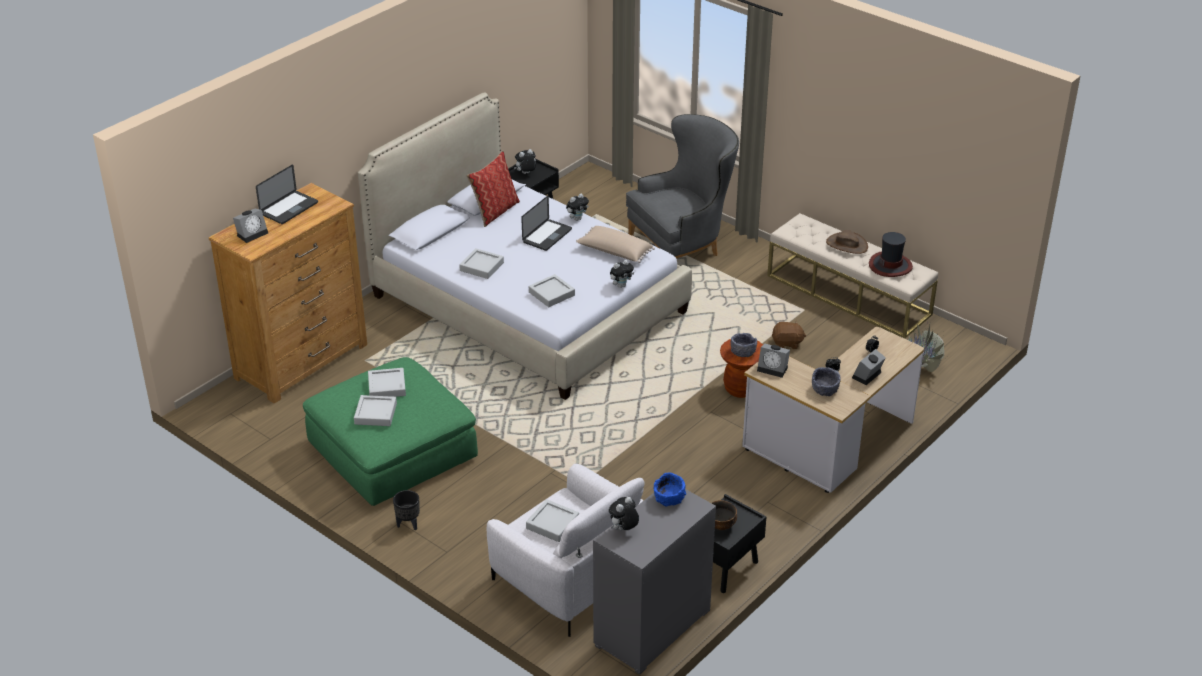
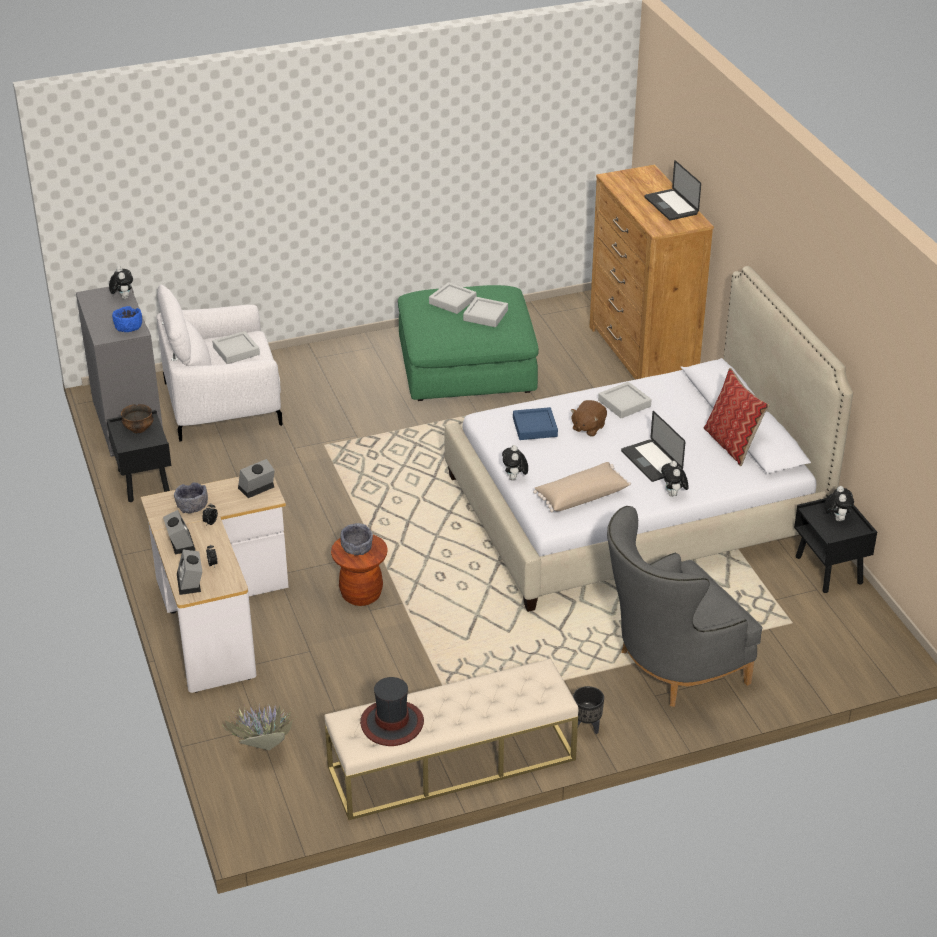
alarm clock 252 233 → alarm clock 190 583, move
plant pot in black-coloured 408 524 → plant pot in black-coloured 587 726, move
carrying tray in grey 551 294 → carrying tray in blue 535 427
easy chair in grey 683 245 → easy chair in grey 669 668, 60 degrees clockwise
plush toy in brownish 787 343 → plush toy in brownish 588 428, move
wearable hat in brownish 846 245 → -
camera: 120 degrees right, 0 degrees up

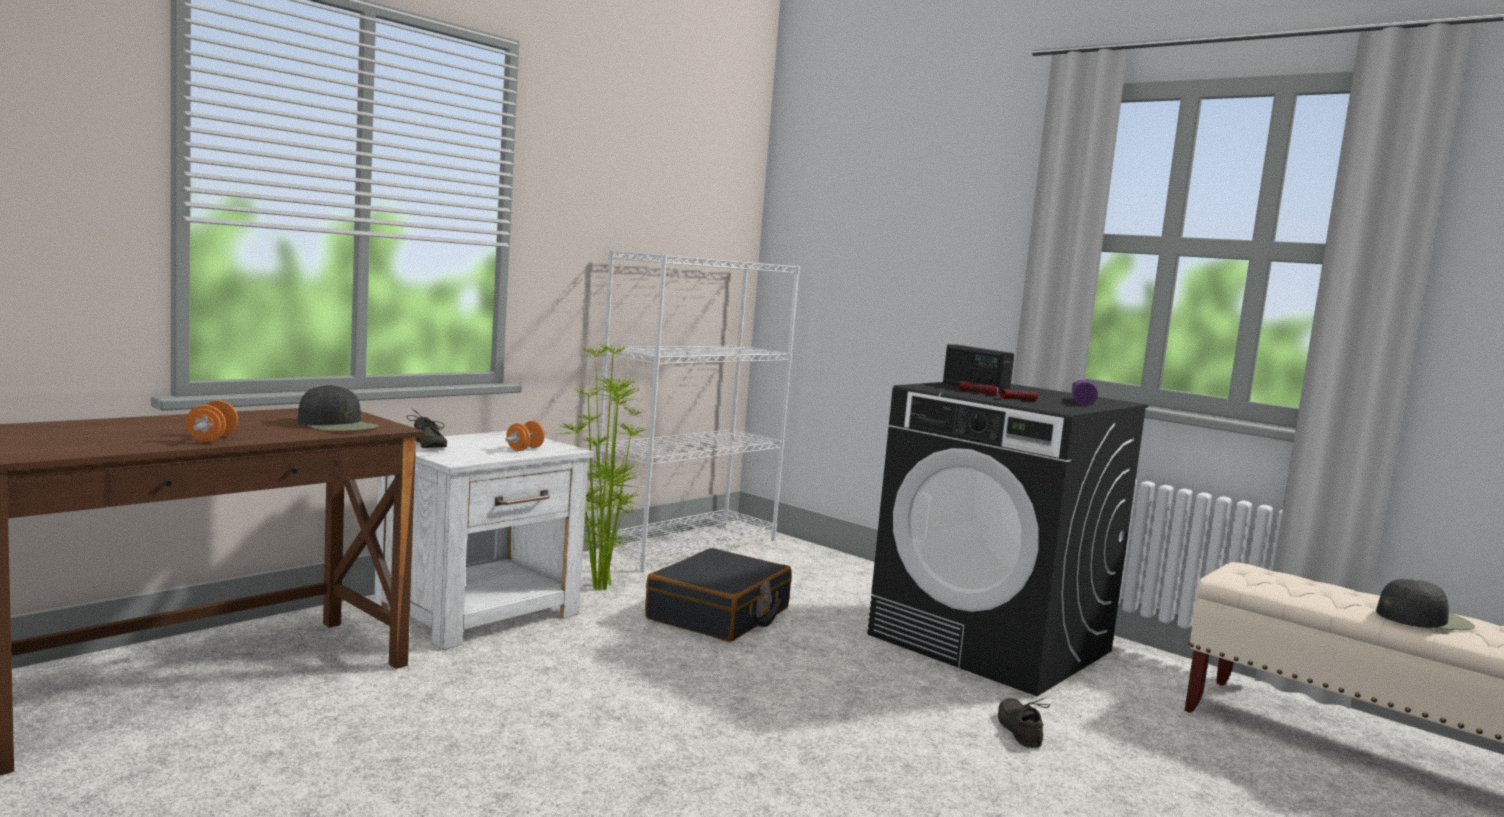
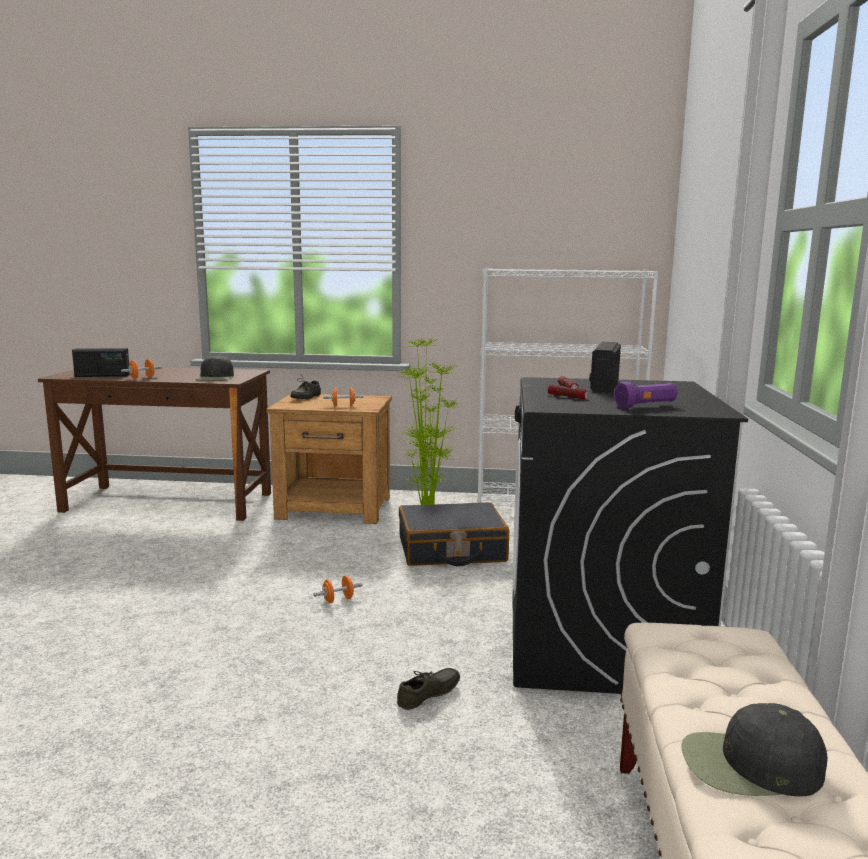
bedside table in white-coloured 481 613 → bedside table in brownish 335 508
baseball cap in black-coloured 1423 618 → baseball cap in black-coloured 750 765, 135 degrees clockwise
- → radio set 102 376
- → dumbbell in orange 338 600
camera: 55 degrees right, 5 degrees up

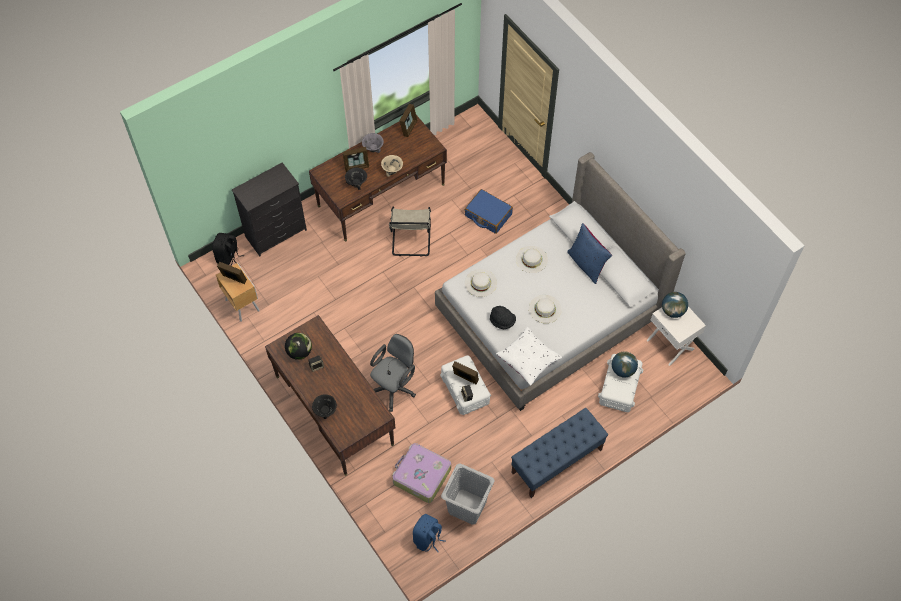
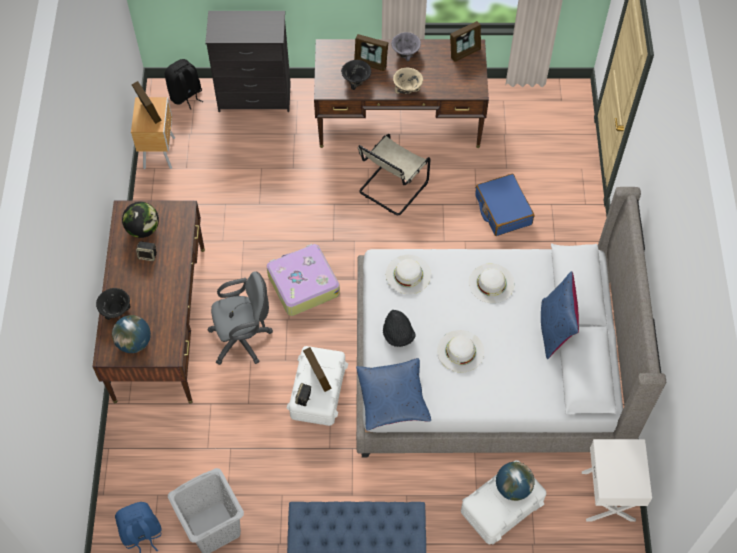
suitcase 421 476 → suitcase 302 284, move
throw pillow in white-coloured 528 359 → throw pillow in blue 392 398
globe 672 311 → globe 134 342, move
camera: 35 degrees right, 0 degrees up

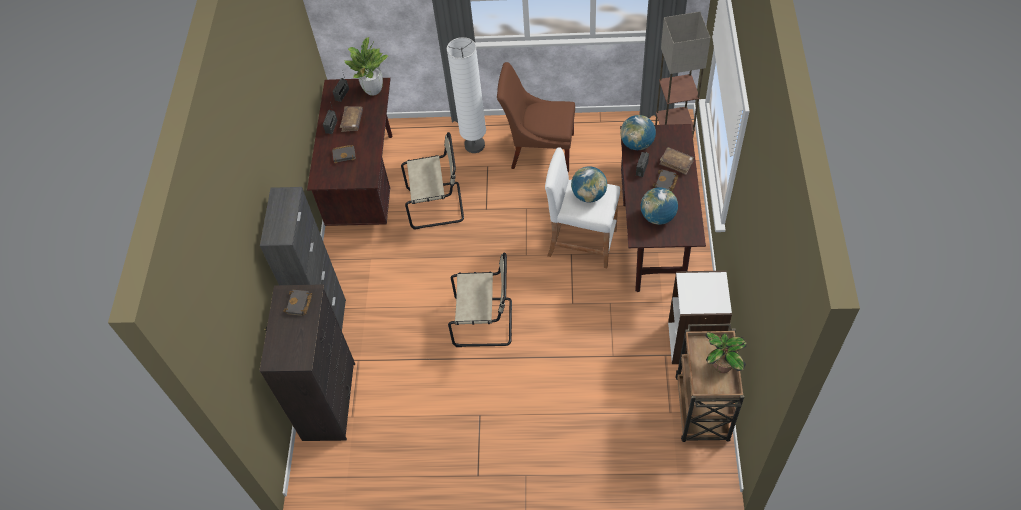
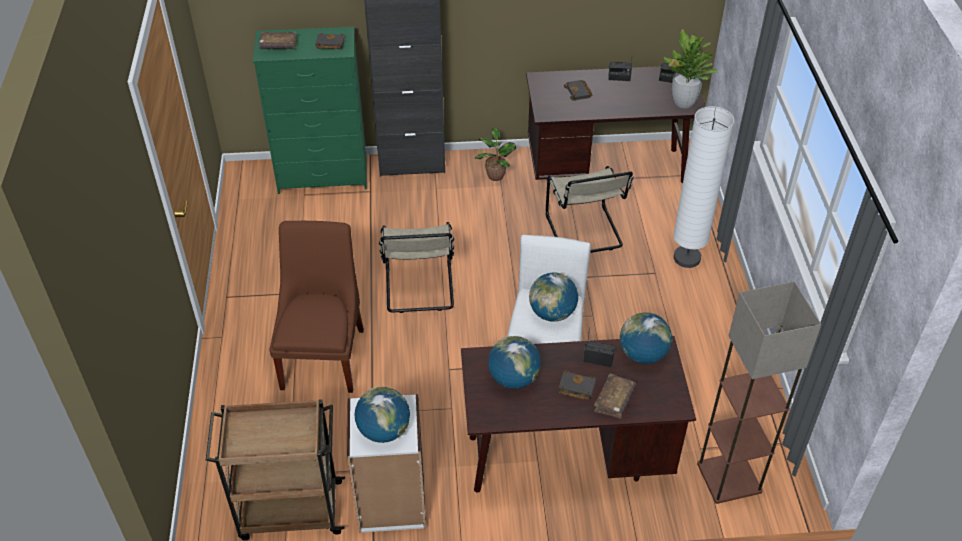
drawer chest in black-coloured 330 400 → drawer chest in green 323 177
bound book in brownish 352 121 → bound book in brownish 278 45, move
plain chair in brownish 539 150 → plain chair in brownish 324 354, move
potted plant 720 366 → potted plant 495 175, move
- → globe 384 431
camera: 80 degrees right, 10 degrees down

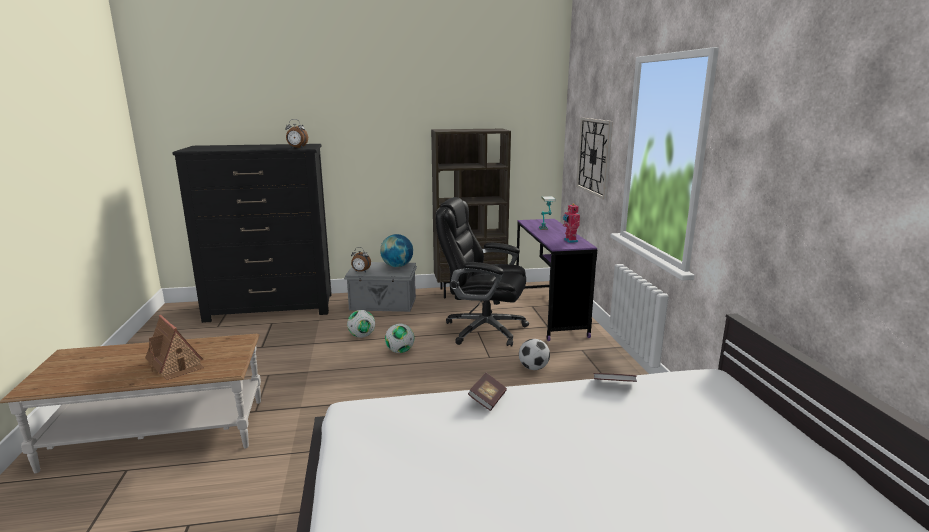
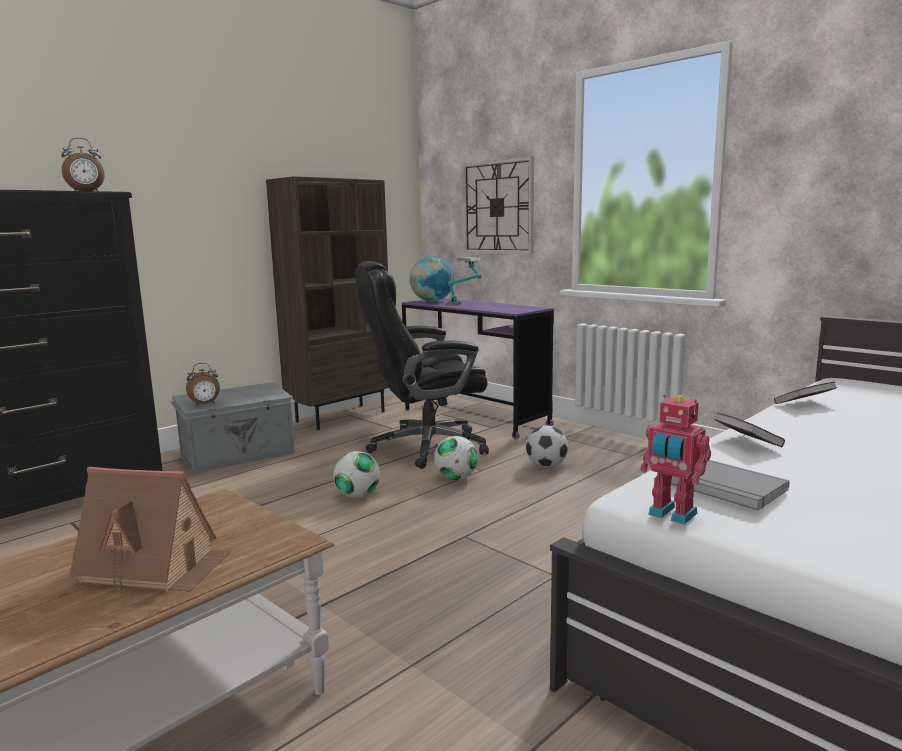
football 362 336 → football 456 478, move
globe 397 266 → globe 432 301, move
robot figure 570 241 → robot figure 671 515, move
- → bound book in grey 723 487
camera: 35 degrees left, 5 degrees down

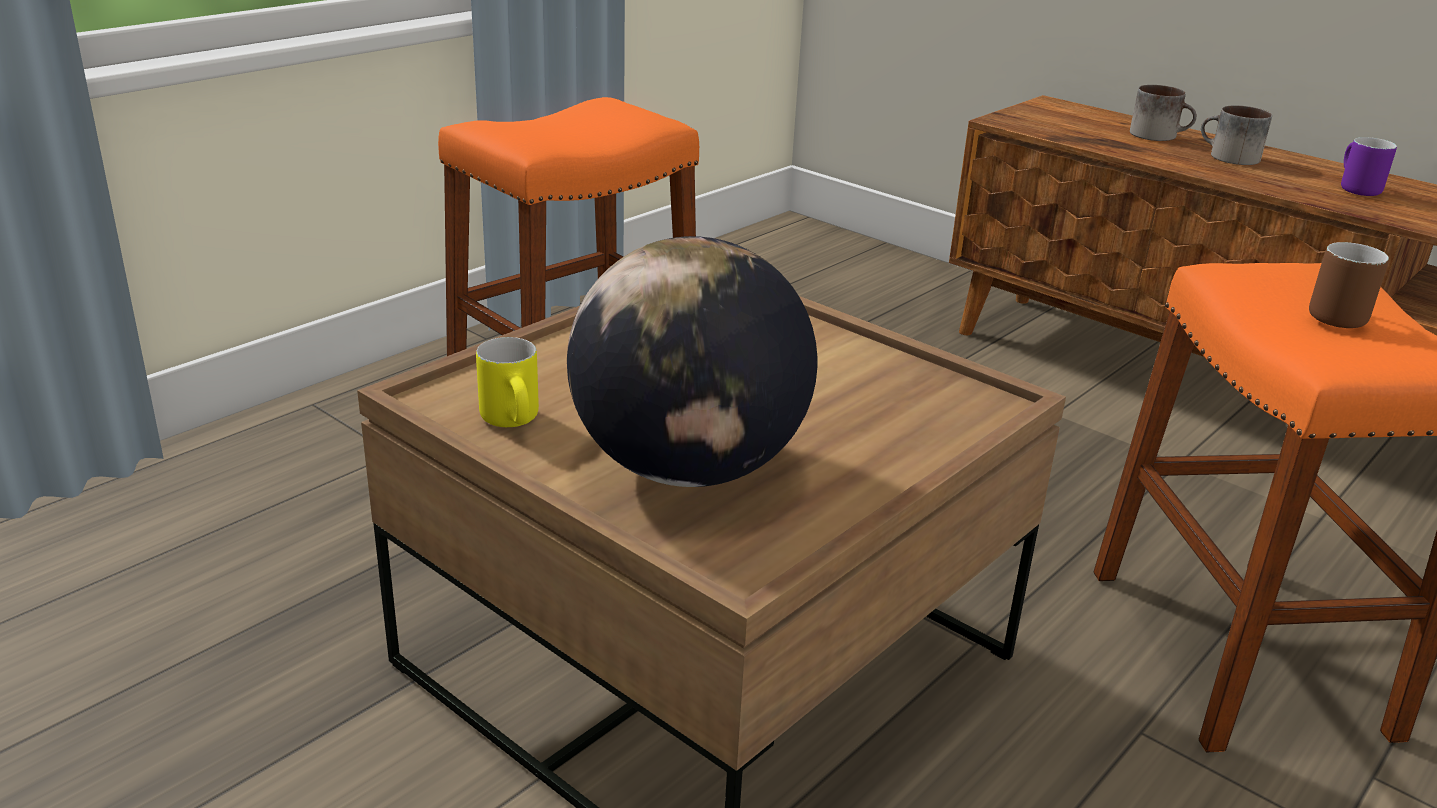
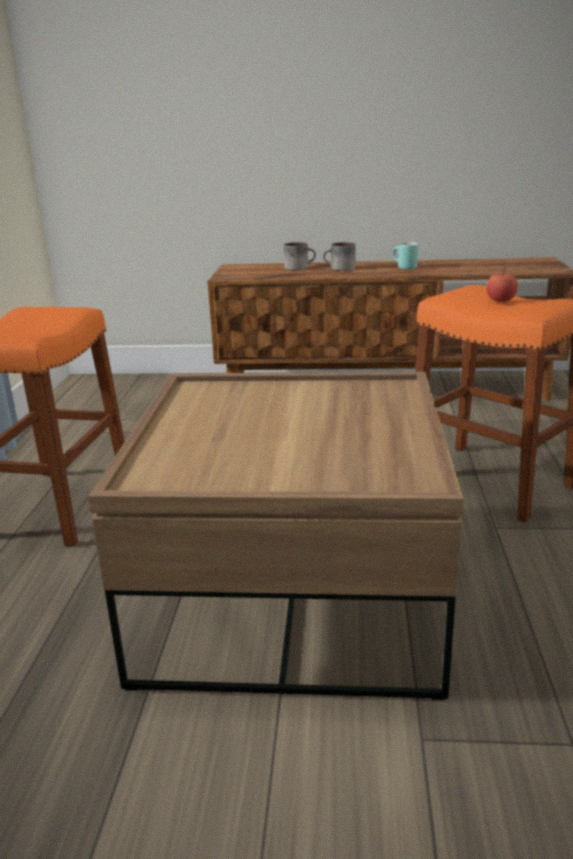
mug in yellow 517 422 → -
globe 687 468 → -
mug in brownish 1332 313 → whole apple 500 300
mug in purple-coloured 1352 188 → mug in turquoise-coloured 403 268
camera: 35 degrees left, 5 degrees down

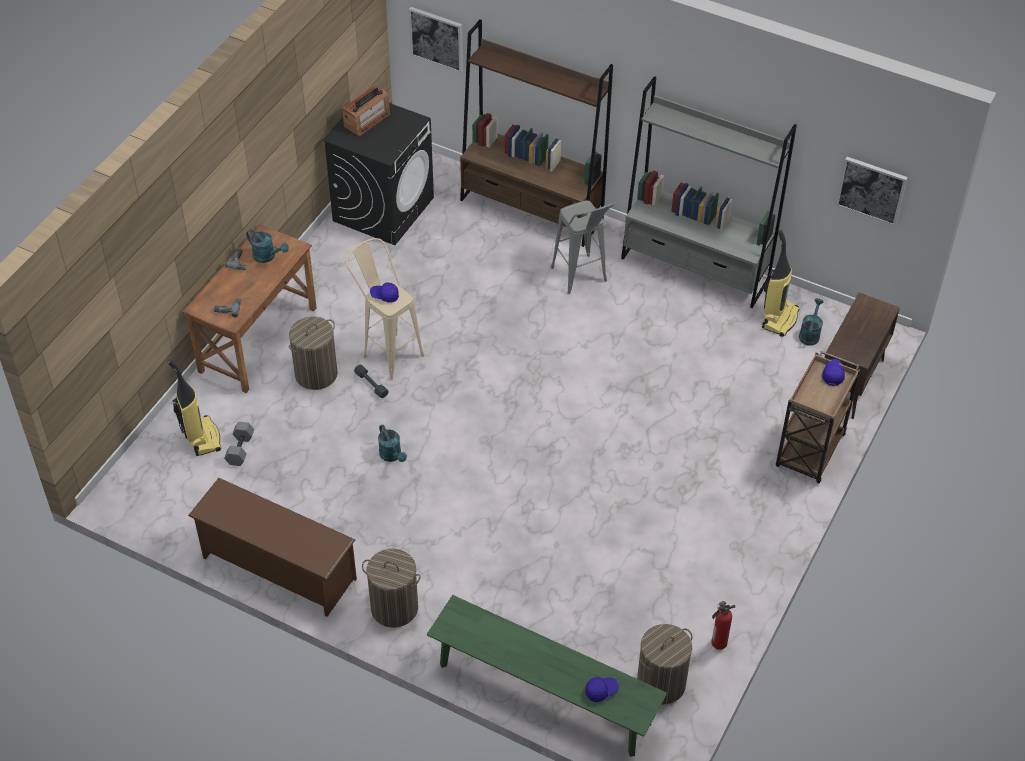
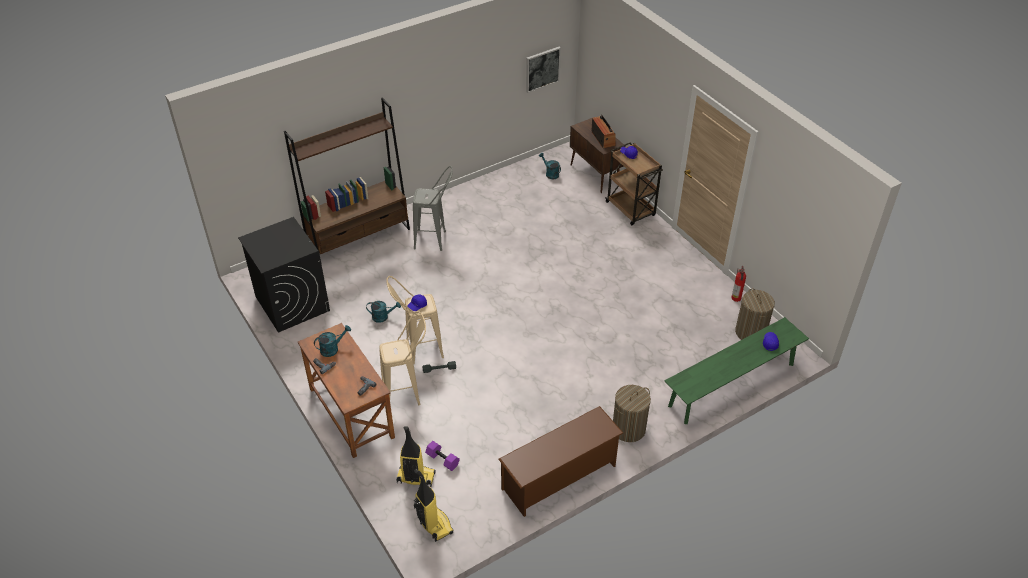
dumbbell in grey 239 449 → dumbbell in purple-coloured 442 460
washing basket 316 374 → stool in sand-coloured 408 394
radio set 367 120 → radio set 603 138, move
watering can in turquoise-coloured 392 456 → watering can in turquoise-coloured 383 317, move
picture 437 38 → -
shelving unit in grey 695 269 → -
hoover 779 318 → hoover 434 524, move
camera: 60 degrees left, 5 degrees down

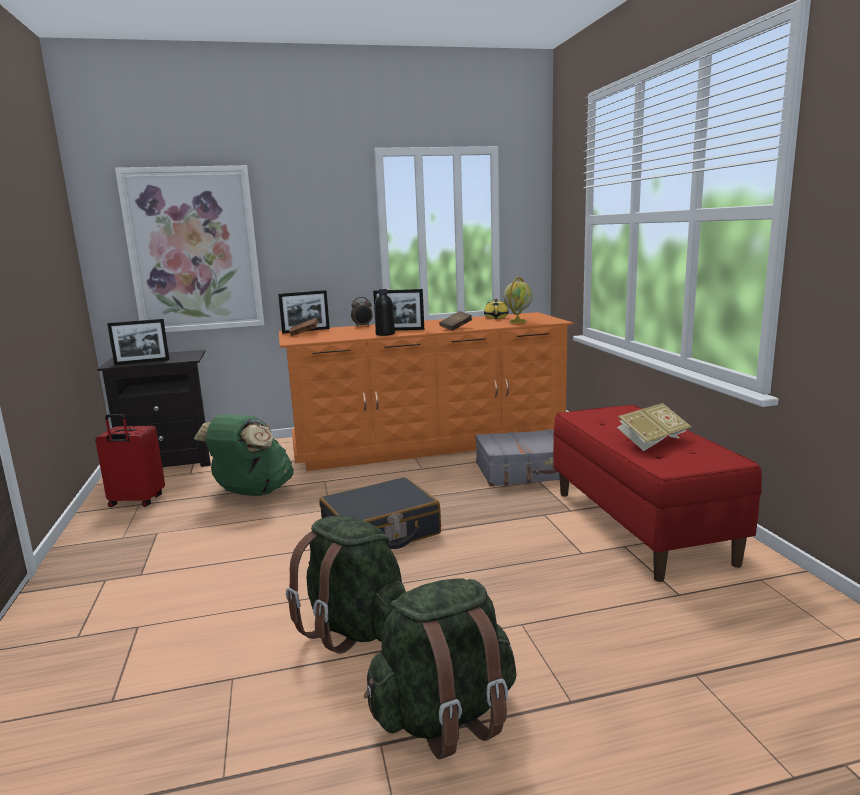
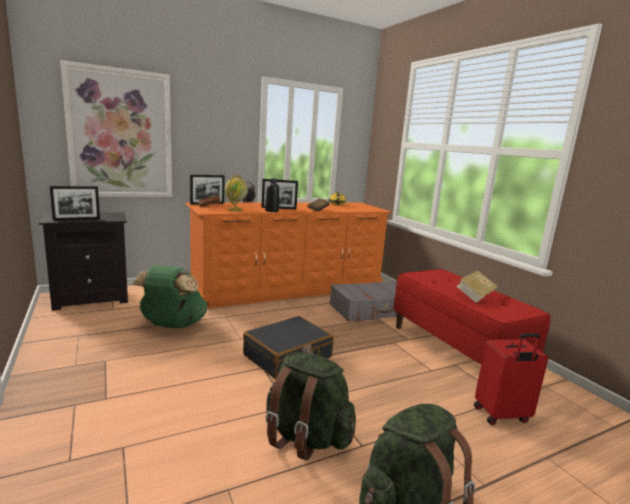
suitcase in reddish 136 502 → suitcase in reddish 502 415, move
globe 518 321 → globe 235 210, move
camera: 15 degrees left, 0 degrees up

